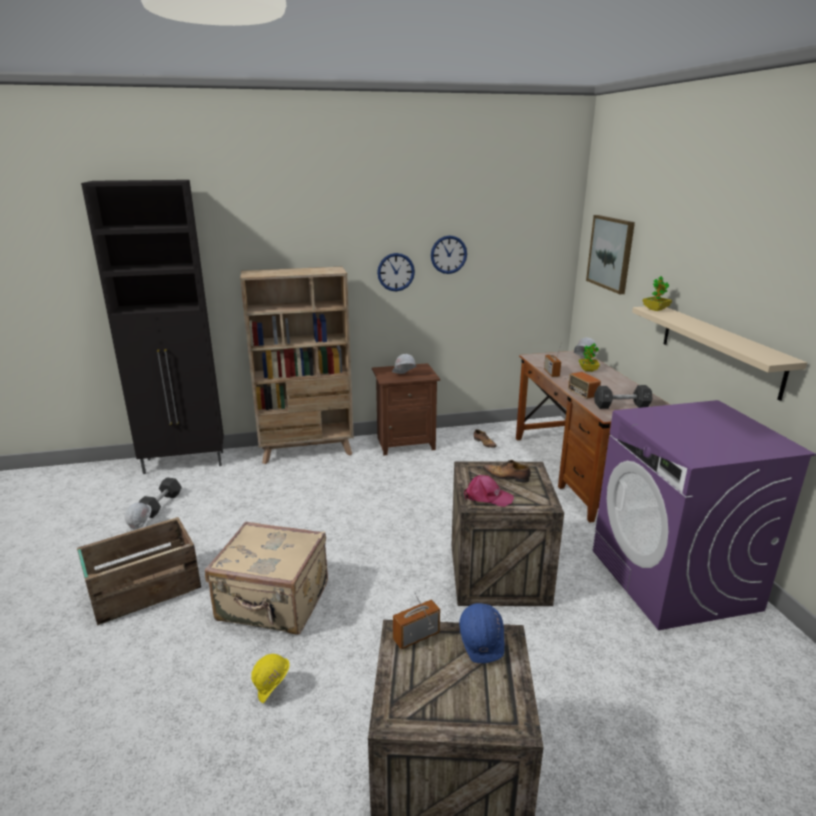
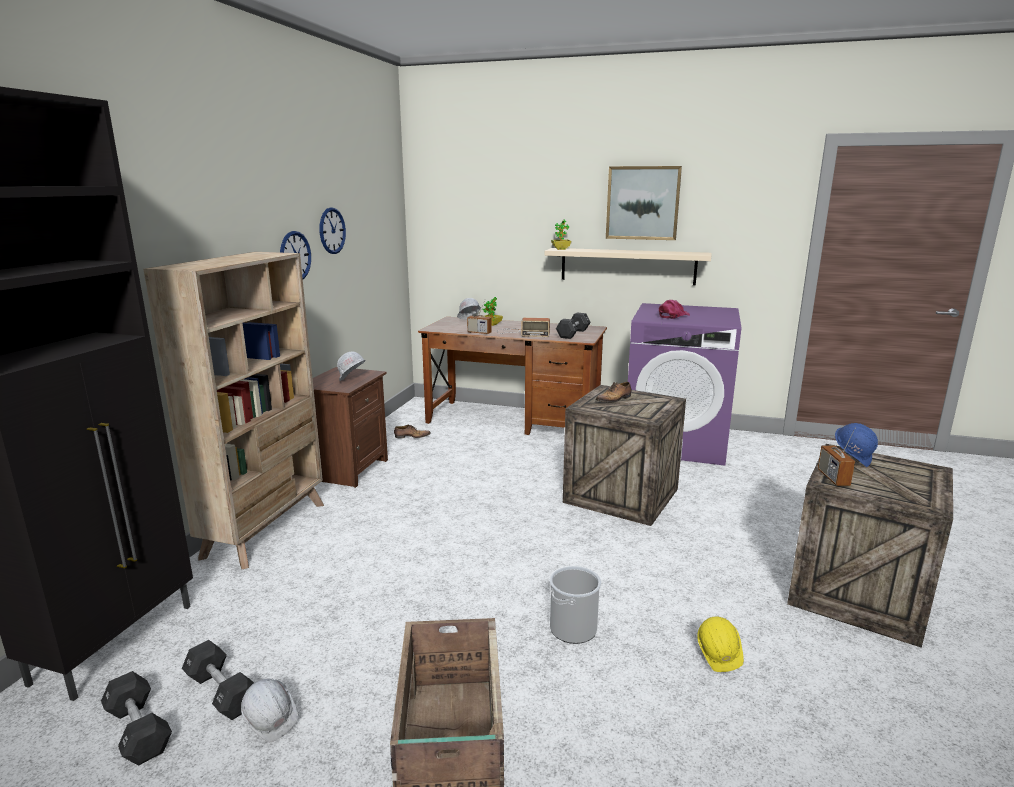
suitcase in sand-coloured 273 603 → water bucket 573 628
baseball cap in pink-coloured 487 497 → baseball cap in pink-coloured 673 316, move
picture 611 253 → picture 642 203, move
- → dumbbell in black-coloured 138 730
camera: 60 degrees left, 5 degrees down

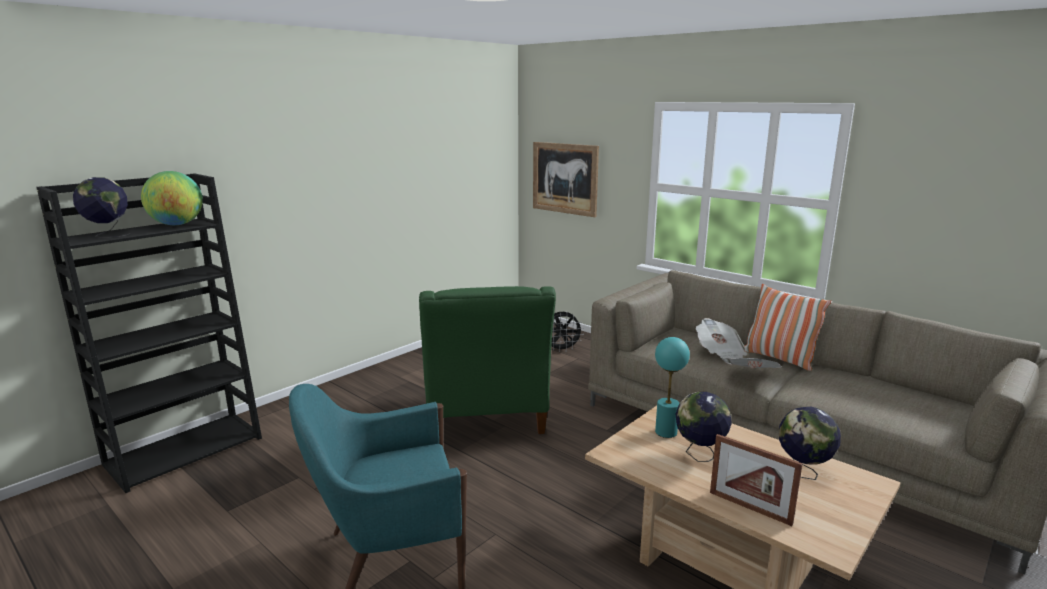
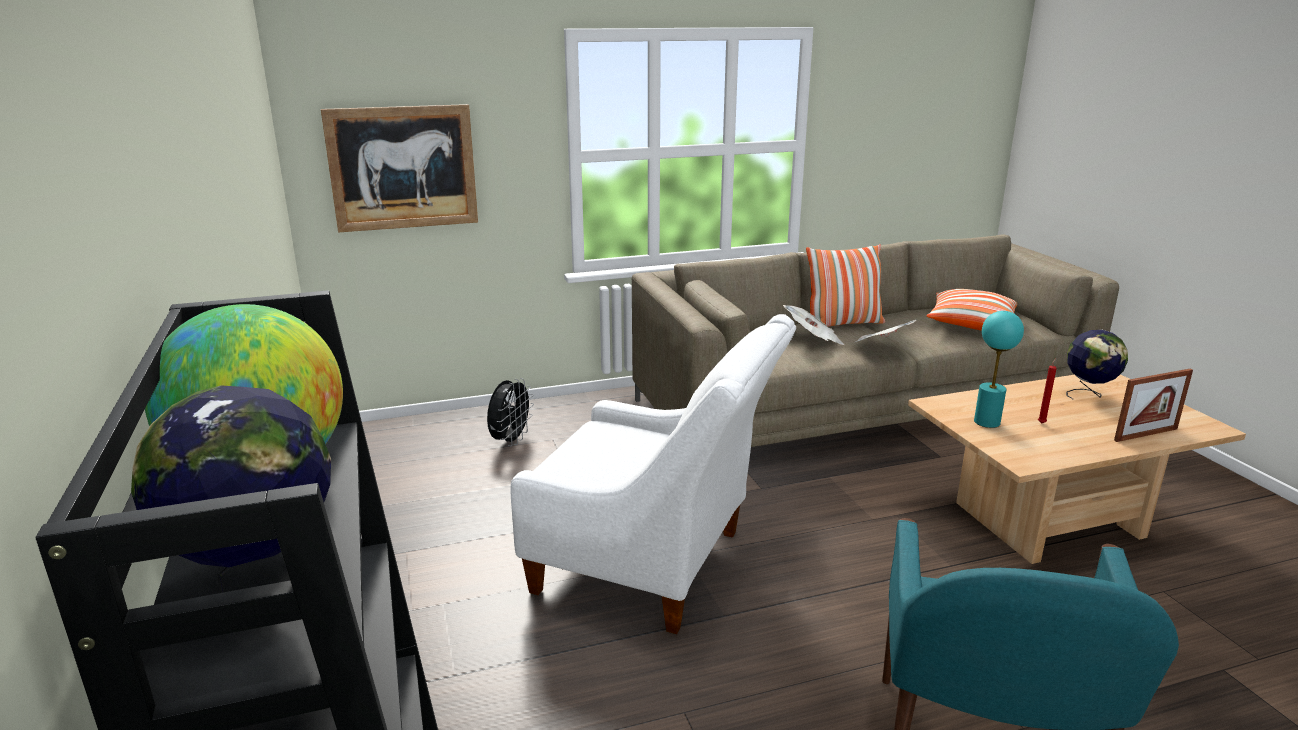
easy chair in green 486 419 → easy chair in white-coloured 654 566
globe 699 455 → wax light in reddish 1042 423
- → throw pillow 971 325
camera: 60 degrees left, 5 degrees up

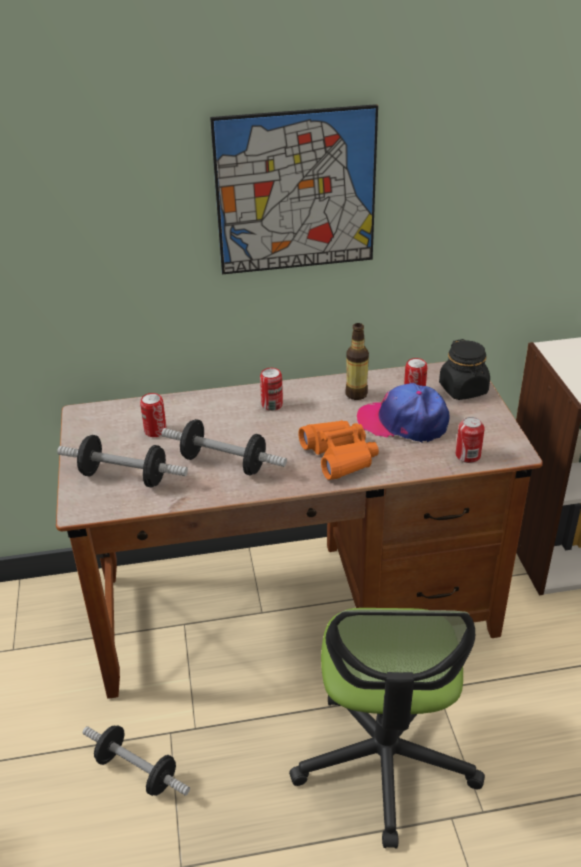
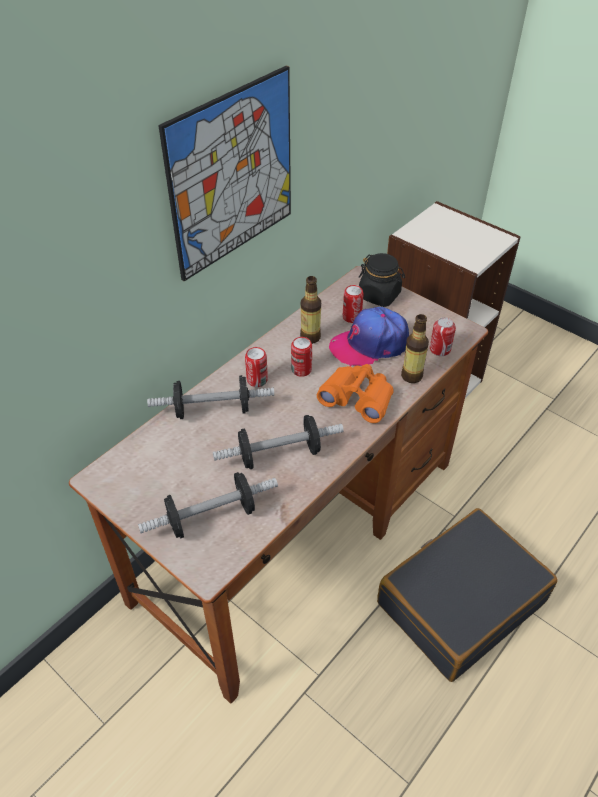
dumbbell 137 771 → dumbbell 213 410, move
sealed can 155 431 → sealed can 301 370, move
computer chair 385 760 → suitcase in black-coloured 460 602
- → bottle 411 376
camera: 40 degrees left, 10 degrees up

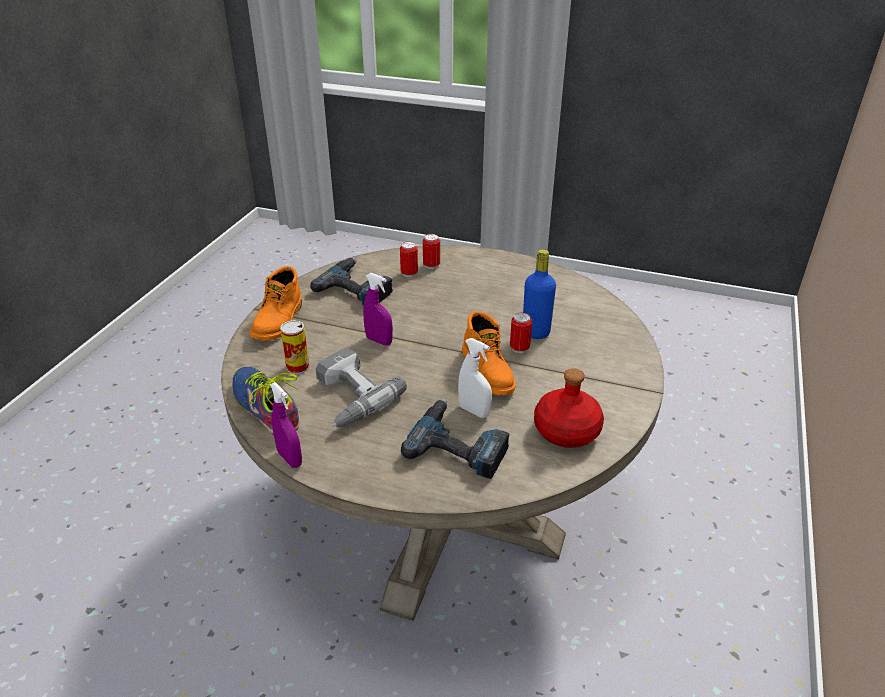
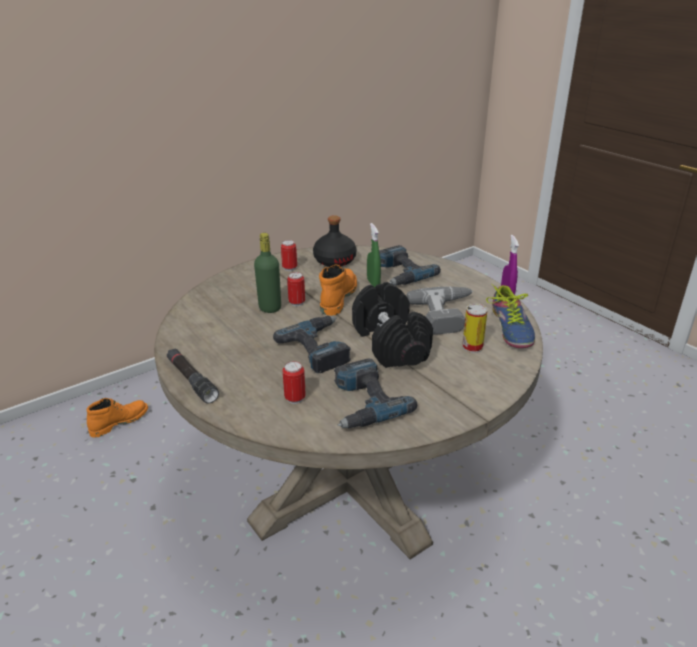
high-top boot in orange 279 322 → high-top boot in orange 119 422, move
spray bottle in purple-coloured 379 341 → dumbbell in black-coloured 391 344
sealed can 431 265 → sealed can 289 268, move
spray bottle in white-coloured 474 411 → spray bottle in green 373 283
bottle in blue 536 333 → bottle in green 270 308
bottle in reddish 567 431 → bottle in black-coloured 334 260
- → hand torch in black-coloured 191 380
- → electric drill 320 348
camera: 145 degrees left, 5 degrees down

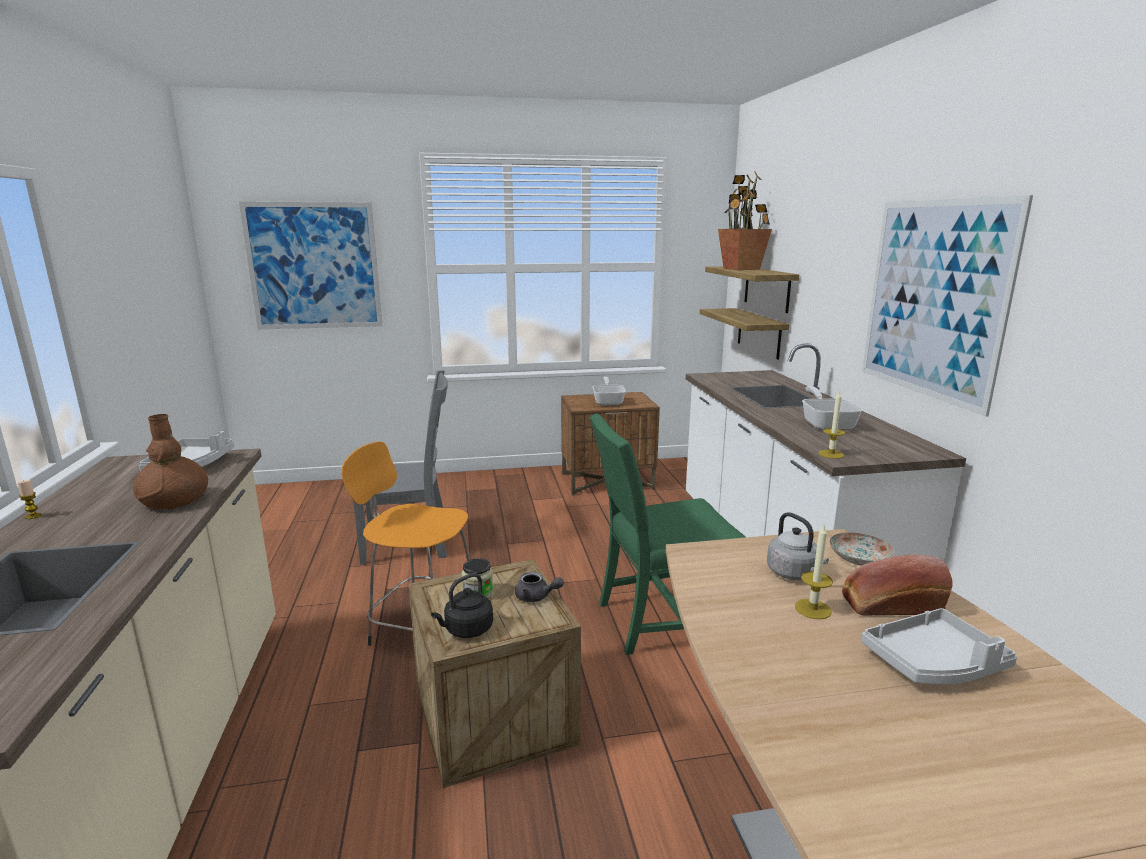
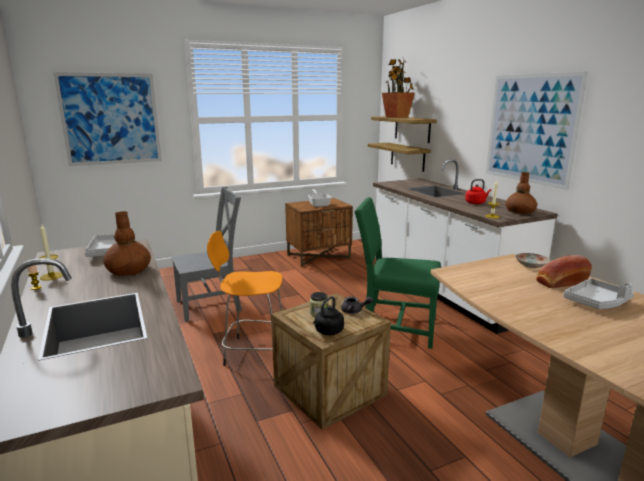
plain chair in green 661 620 → plain chair in green 395 327, 45 degrees clockwise
tea kettle in grey 794 574 → -
wax light 812 609 → wax light 51 276, move
frying pan 826 424 → tea kettle in reddish 476 203
- → vase in brownish 519 212
camera: 15 degrees left, 0 degrees up

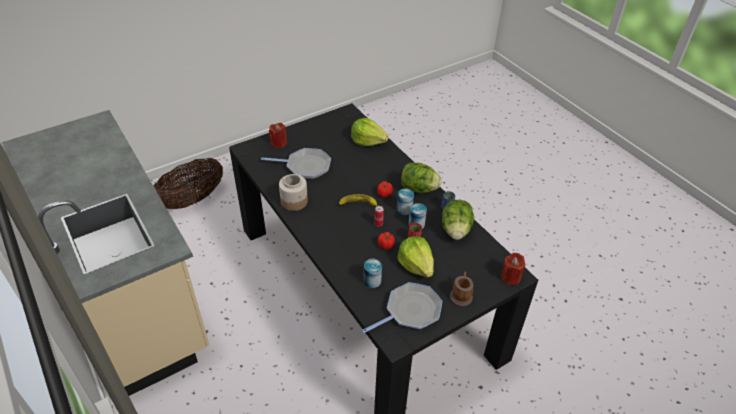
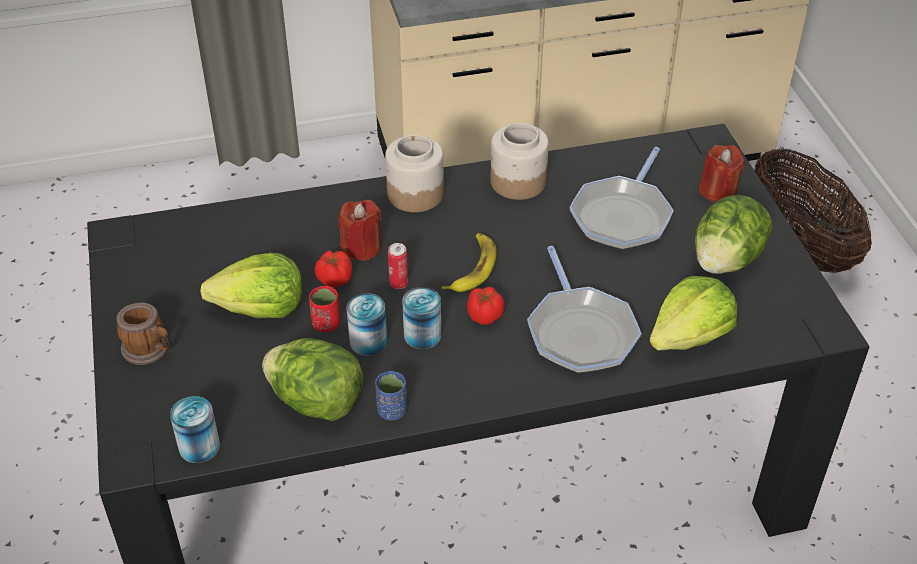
frying pan 410 311 → frying pan 580 332, move
sealed can 372 281 → sealed can 199 446, move
head of lettuce 418 189 → head of lettuce 726 260, move
wax light in reddish 510 277 → wax light in reddish 362 247, move
- → storage jar 415 194
camera: 110 degrees right, 0 degrees up

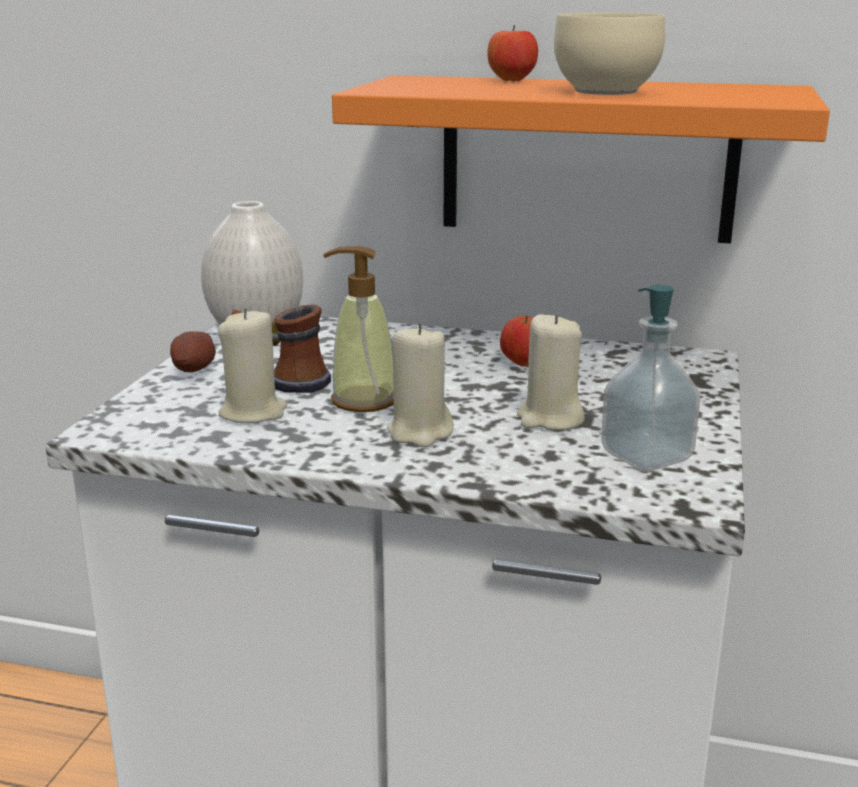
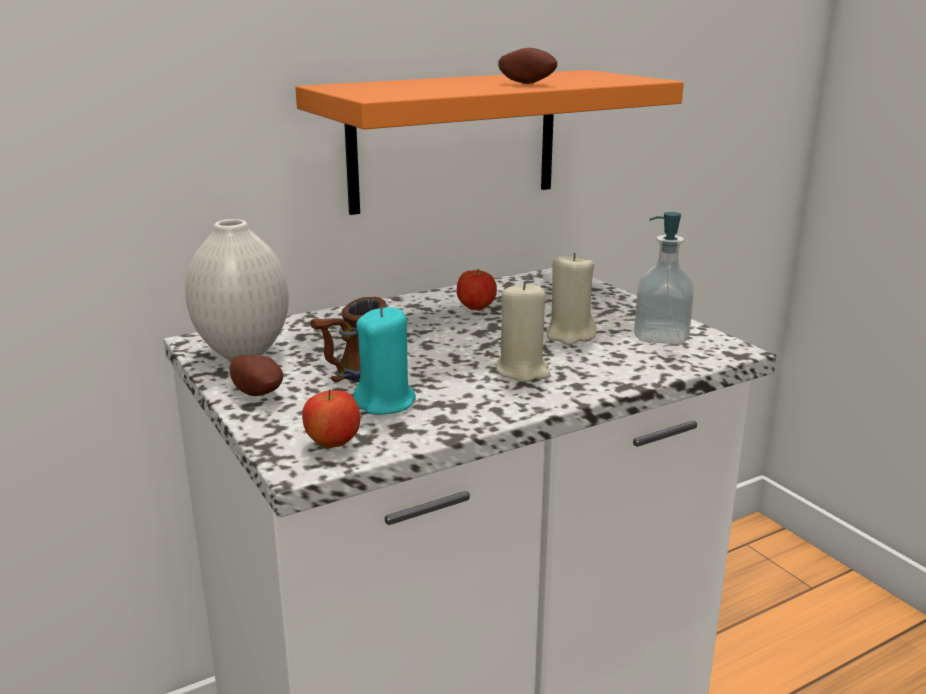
wax light in sand-coloured 253 412 → wax light in turquoise-coloured 385 402
soap bottle 363 401 → -
whole apple 511 81 → whole apple 332 444, move
deep dish in sand-coloured 603 92 → whole potato 527 83
camera: 45 degrees left, 0 degrees up

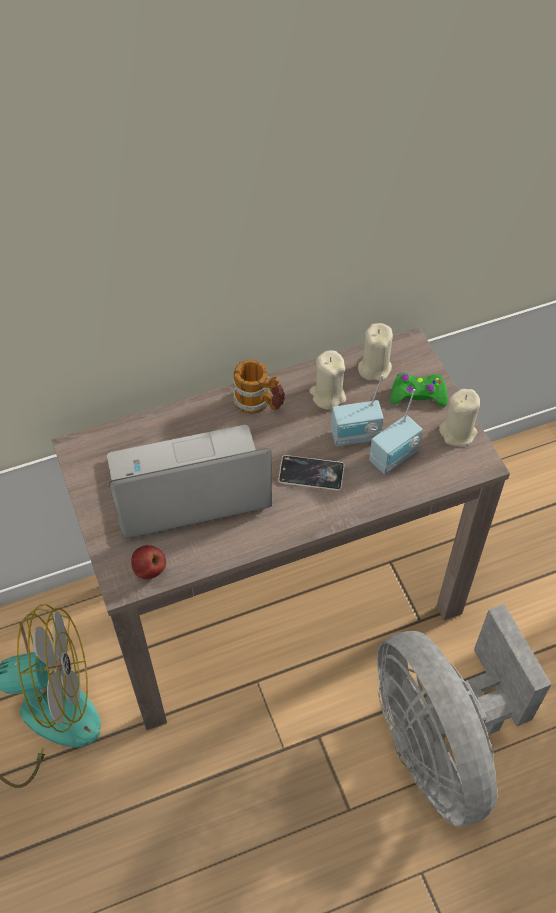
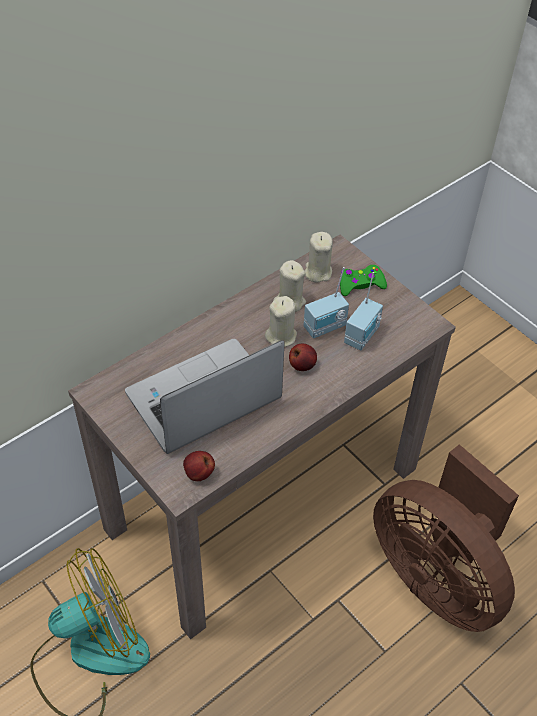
mug 259 403 → -
phone 311 475 → whole apple 302 365
fan in grey 441 743 → fan in brownish 437 575
wax light in sand-coloured 458 432 → wax light in sand-coloured 281 336, move
camera: 20 degrees left, 5 degrees down

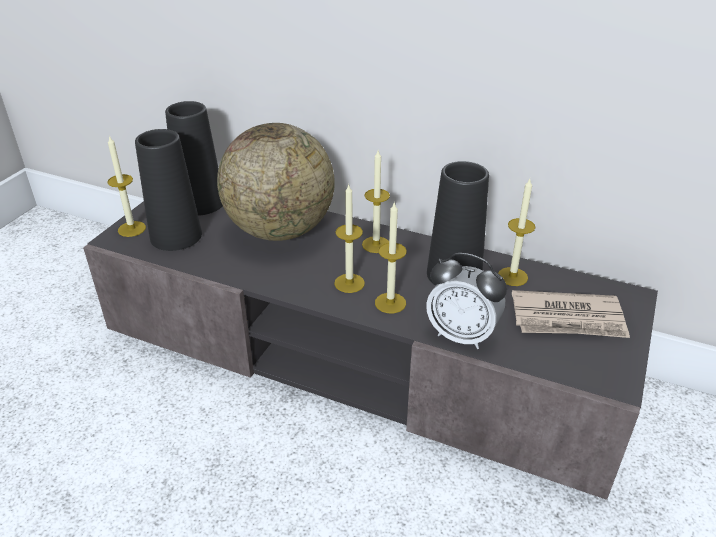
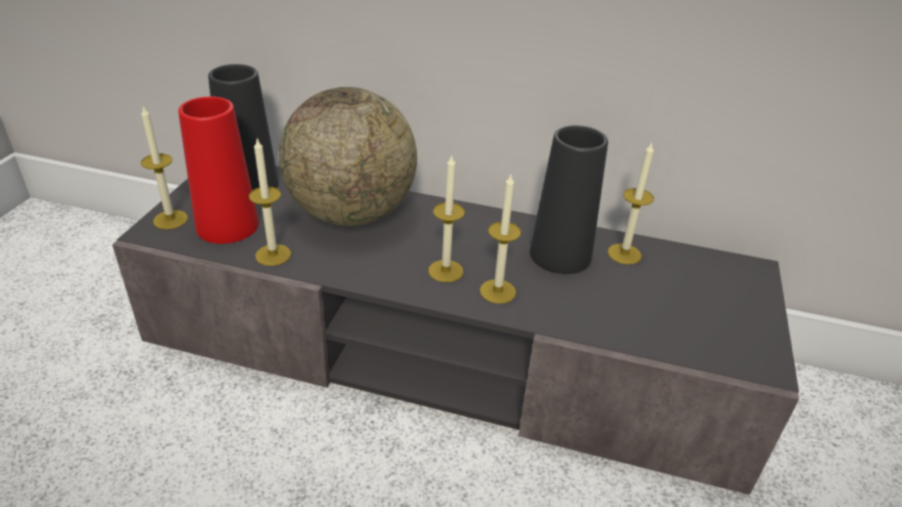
vase in black-coloured 176 236 → vase in reddish 227 225
wax light 376 244 → wax light 273 255, move
alarm clock 461 335 → -
printed paper 568 319 → -
camera: 10 degrees left, 0 degrees up

